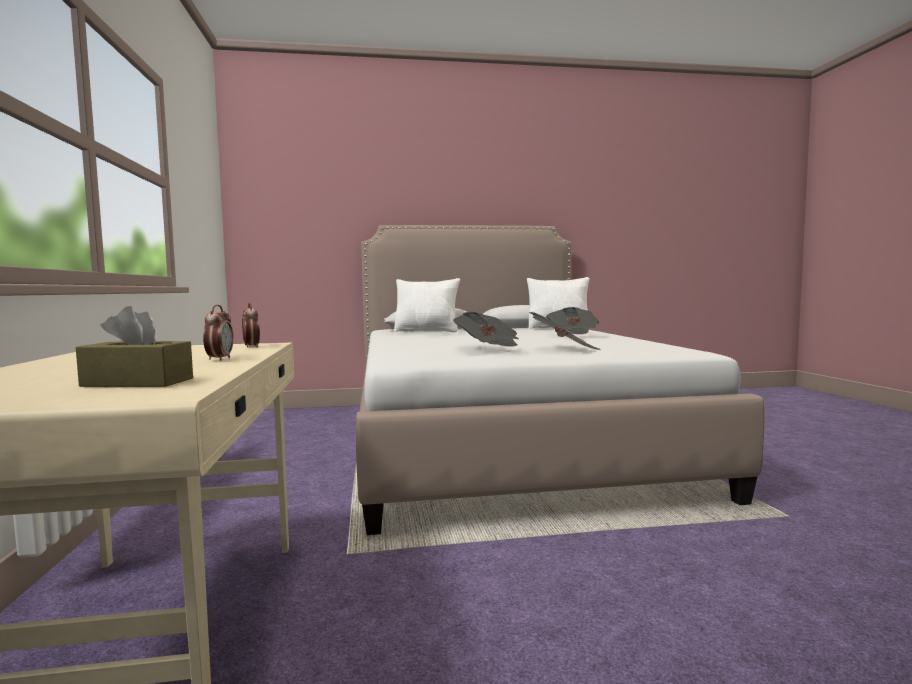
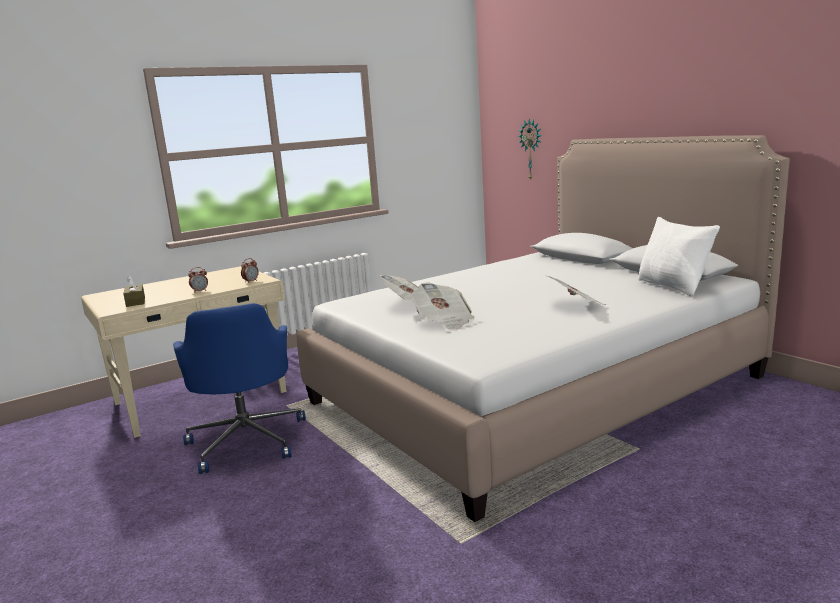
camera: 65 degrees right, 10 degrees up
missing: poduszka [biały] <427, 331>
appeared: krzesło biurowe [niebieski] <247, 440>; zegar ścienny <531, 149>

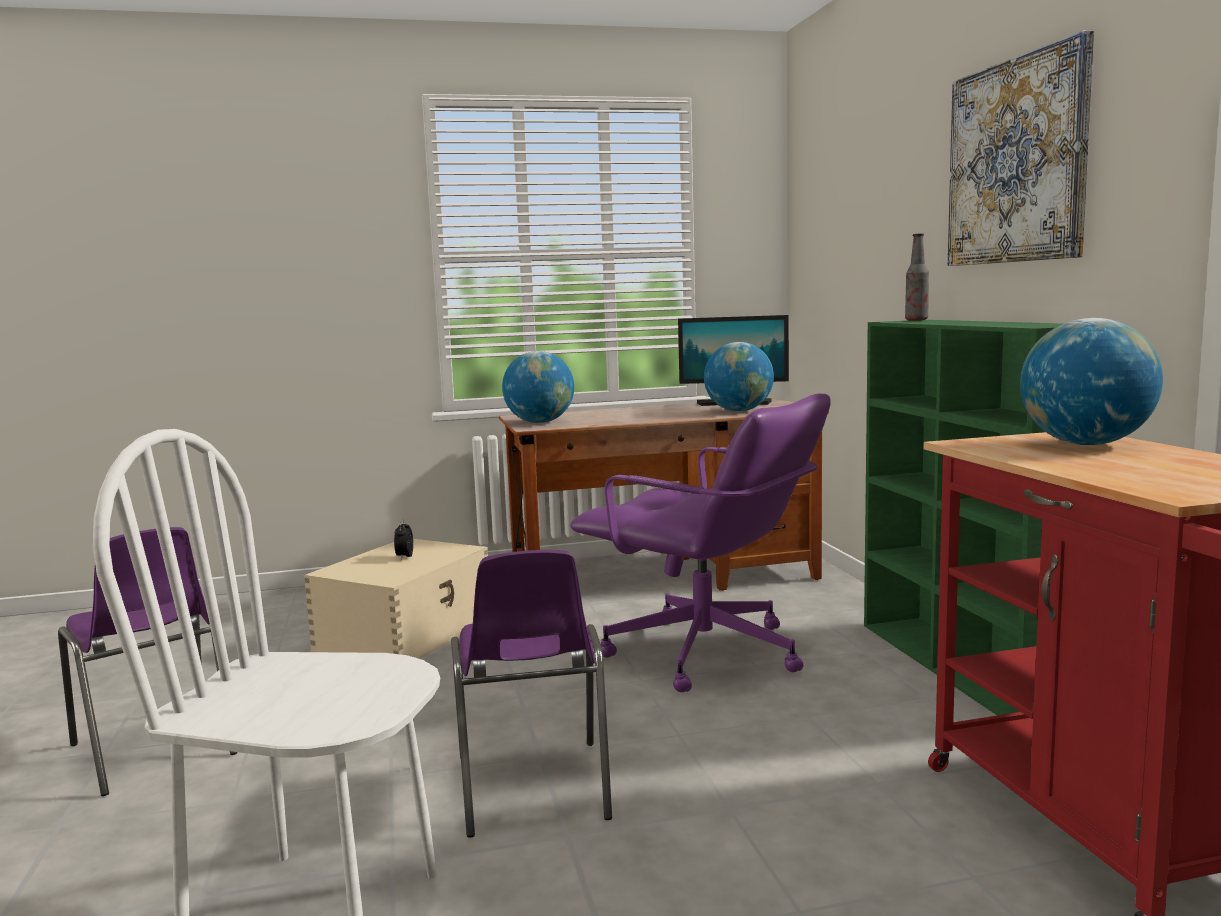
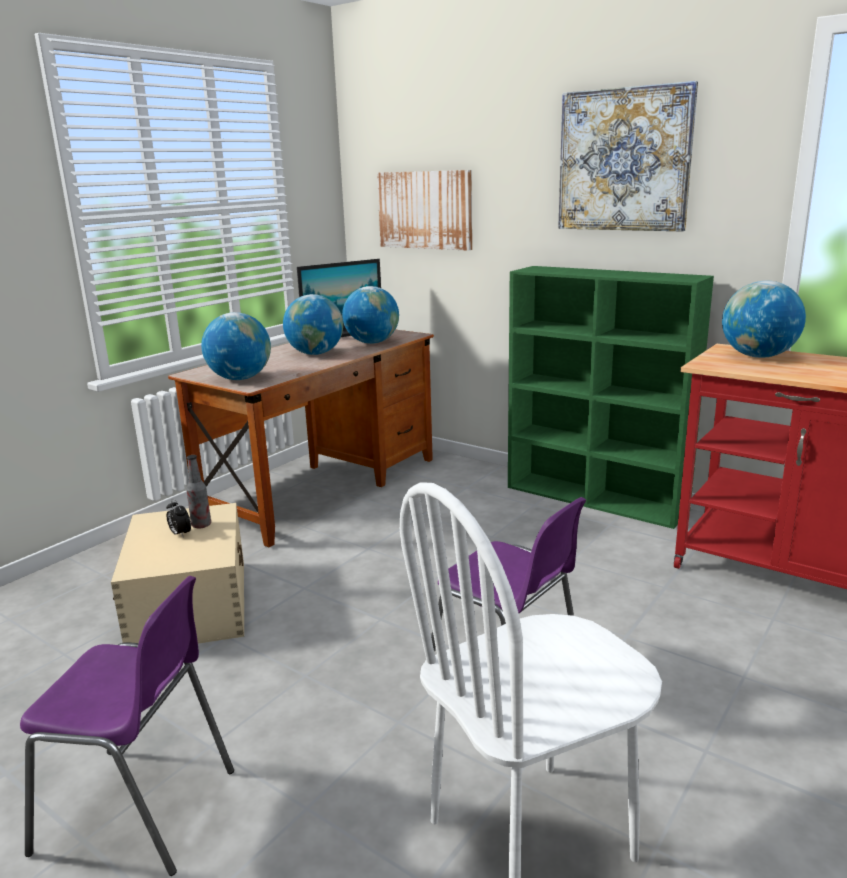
camera: 40 degrees left, 10 degrees up
missing: krzesło biurowe [fioletowy] <706, 654>
appeared: globus <315, 353>; obraz <425, 210>
relocated: butelka <916, 320> to <201, 525>

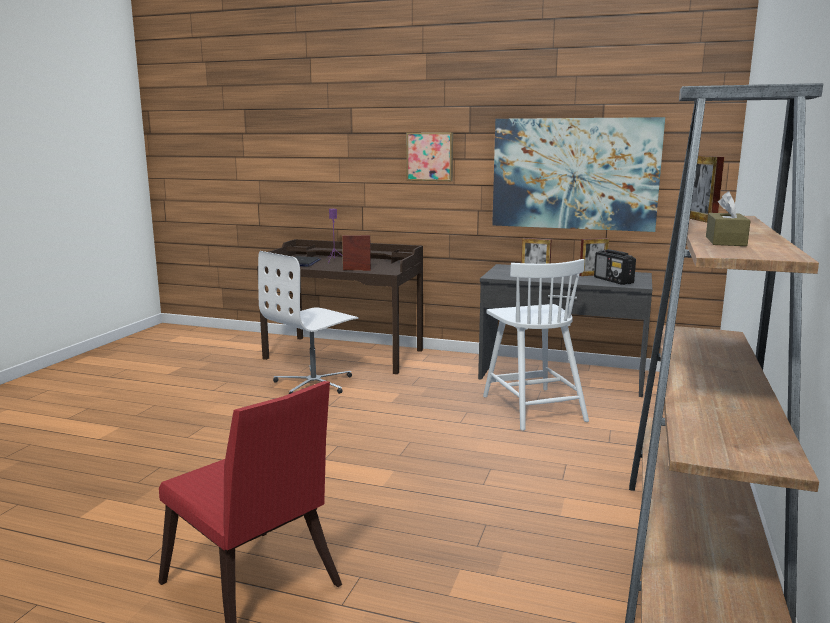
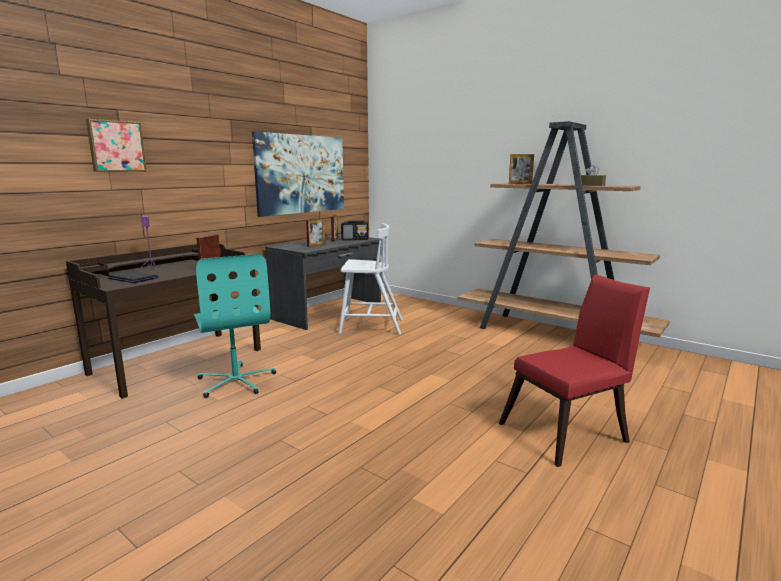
camera: 70 degrees left, 0 degrees up
relocated: obraz <430, 156> to <116, 146>
colour: krzesło biurowe [biały] <314, 383> to krzesło biurowe [turkusowy] <236, 381>

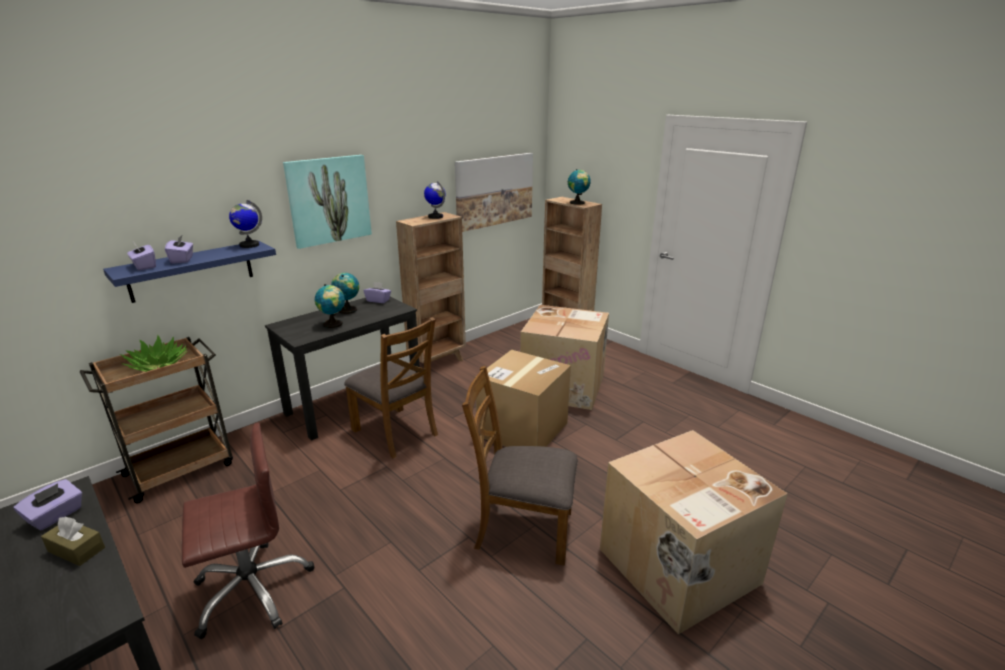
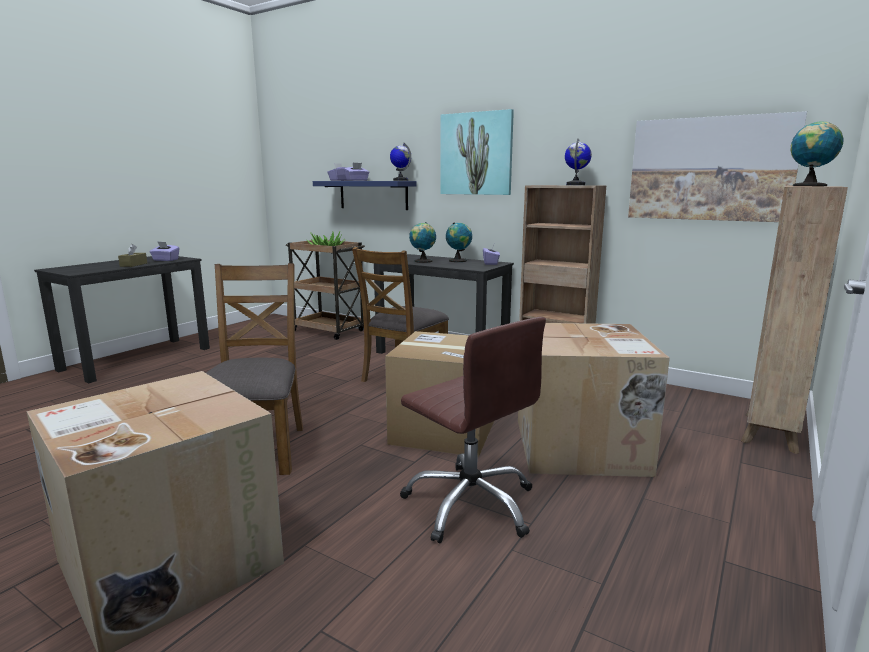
camera: 75 degrees right, 10 degrees down
relocated: krzesło biurowe [brązowy] <252, 589> to <471, 504>

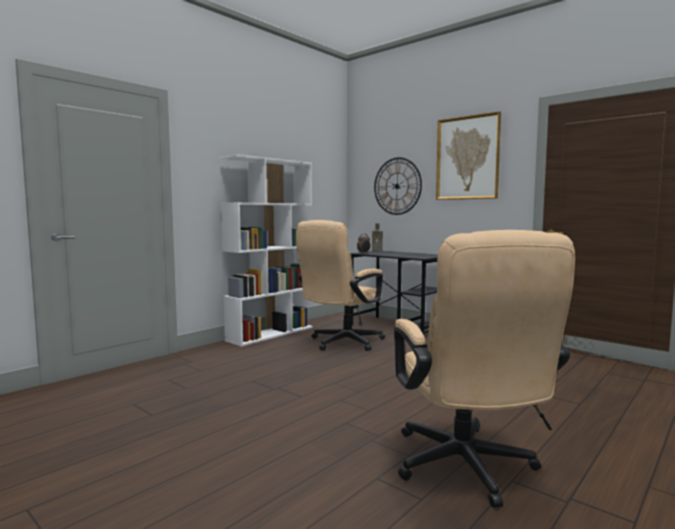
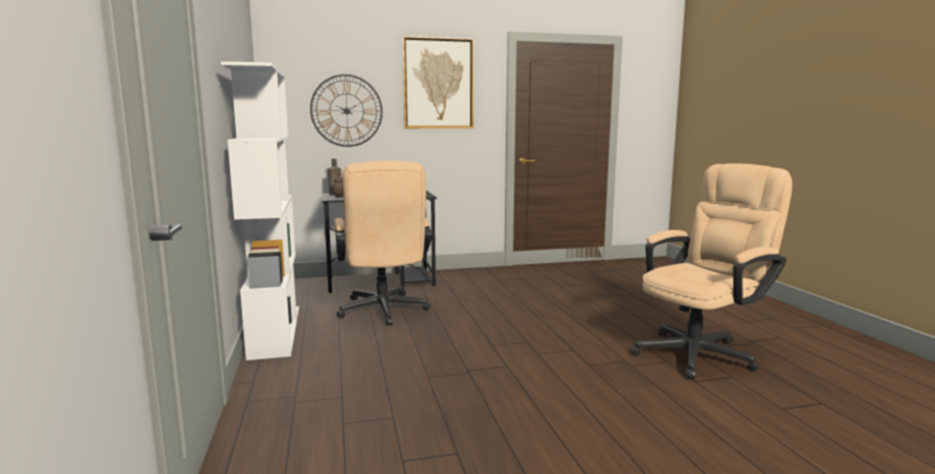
camera: 55 degrees left, 5 degrees up
spun: krzesło biurowe [beżowy] <467, 470> = <701, 352> 60 degrees counterclockwise

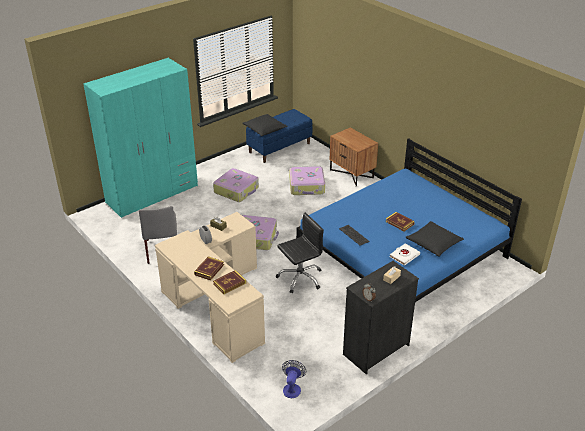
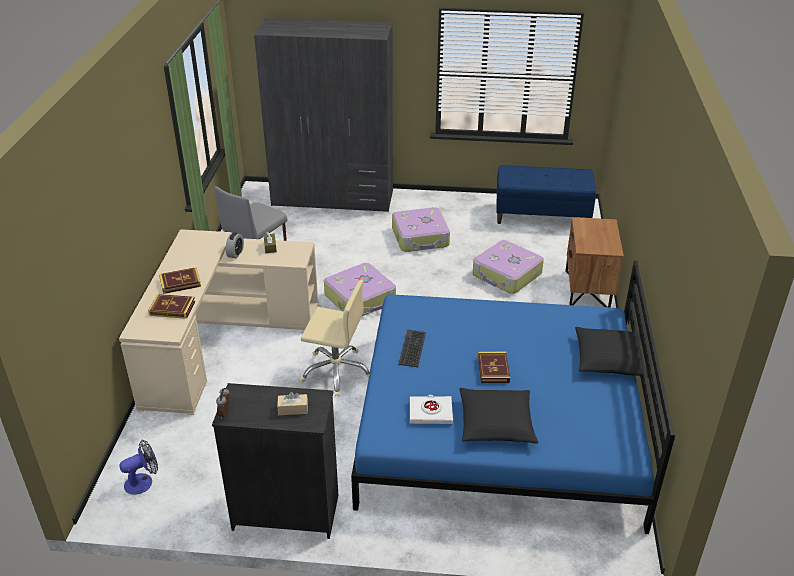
camera: 45 degrees right, 0 degrees up
relocated: poduszka [czarny] <264, 129> to <609, 359>
colour: szafa [turkusowy] <152, 194> to szafa [szary] <333, 198>; krzesło biurowe [czarny] <300, 278> to krzesło biurowe [beżowy] <336, 371>

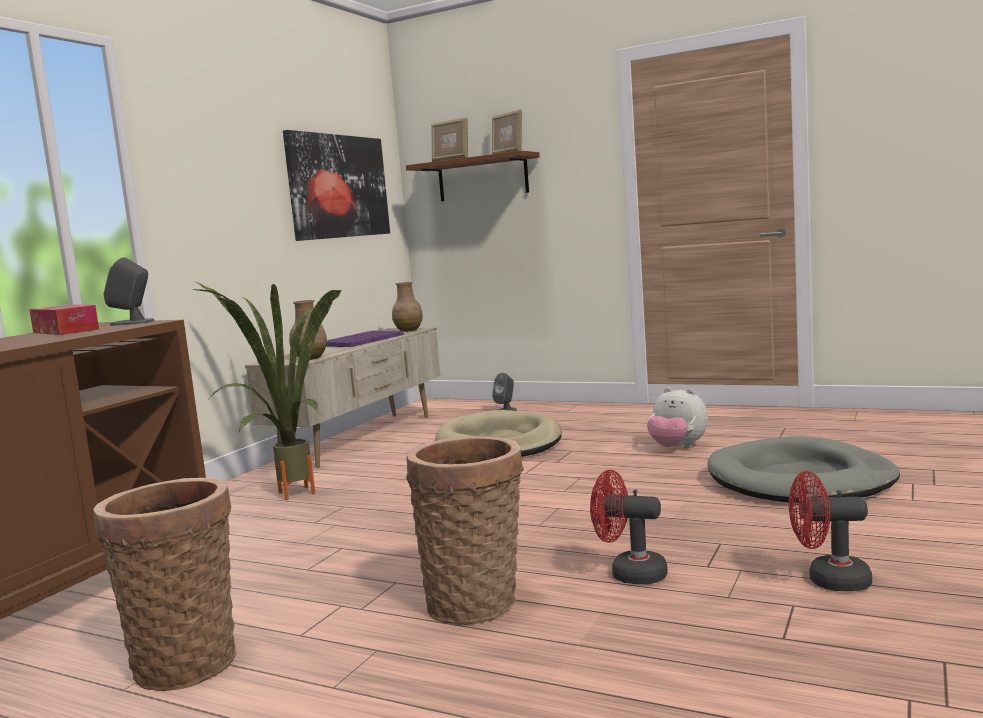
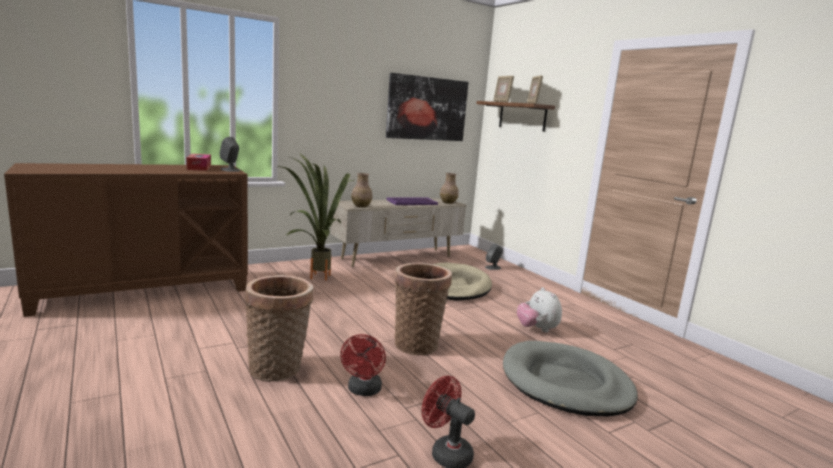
camera: 30 degrees right, 5 degrees up
relocated: koszyk <186, 660> to <417, 343>
spun: wentylator [czerwony] <629, 573> = <363, 391> 135 degrees counterclockwise

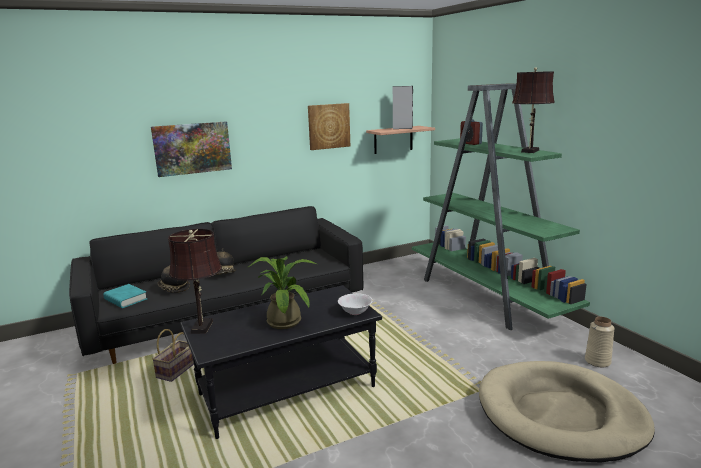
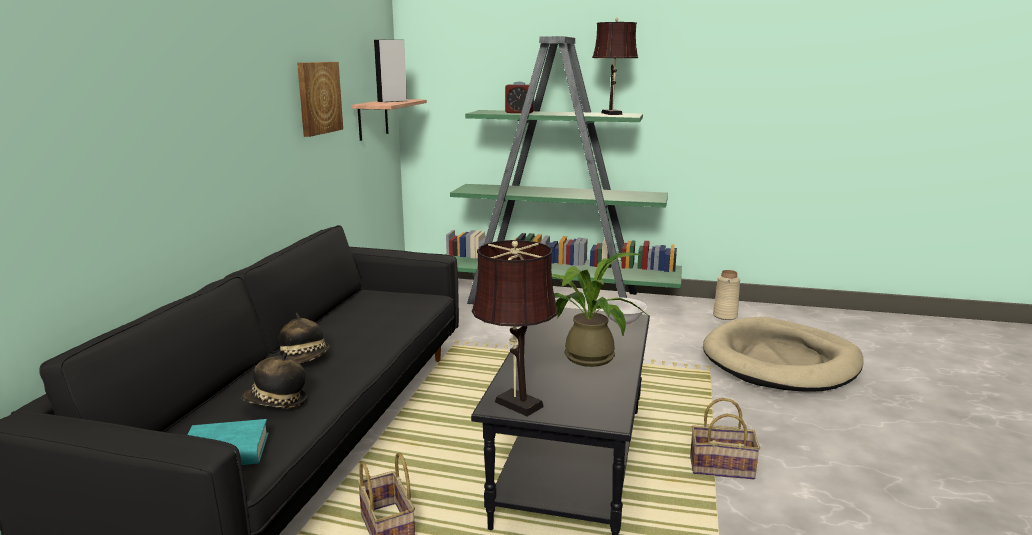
camera: 50 degrees left, 0 degrees up
missing: obraz <192, 148>
appeared: koszyk <723, 467>

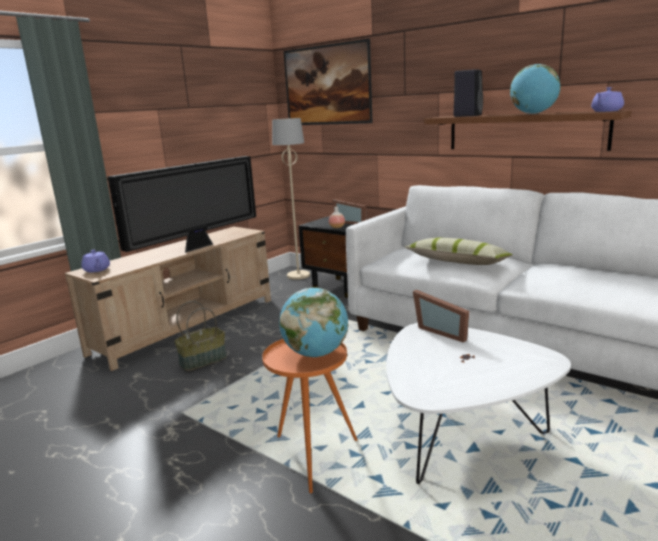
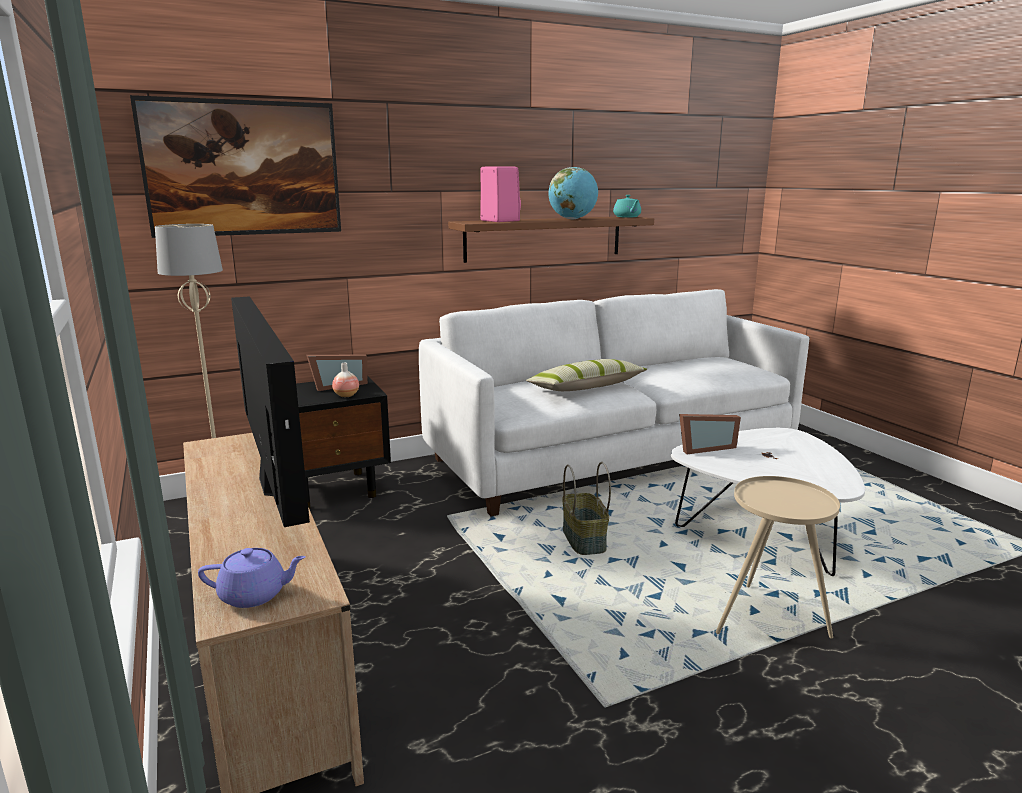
camera: 65 degrees left, 0 degrees up
missing: globus <316, 353>
relocated: koszyk <203, 360> to <583, 539>
colour: stolik [pomarańczowy] <312, 458> to stolik [beżowy] <769, 621>; głośnik [czarny] <467, 115> to głośnik [różowy] <498, 221>; imbryk [fioletowy] <606, 111> to imbryk [turkusowy] <627, 217>

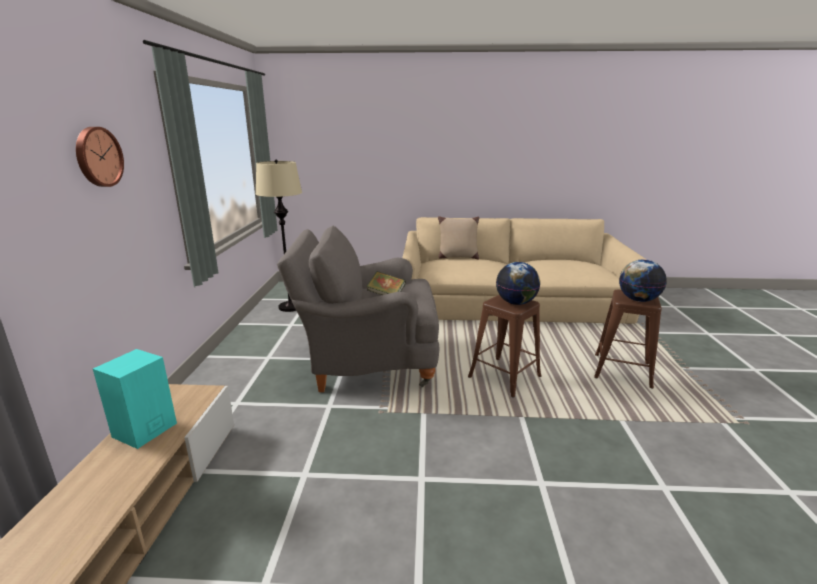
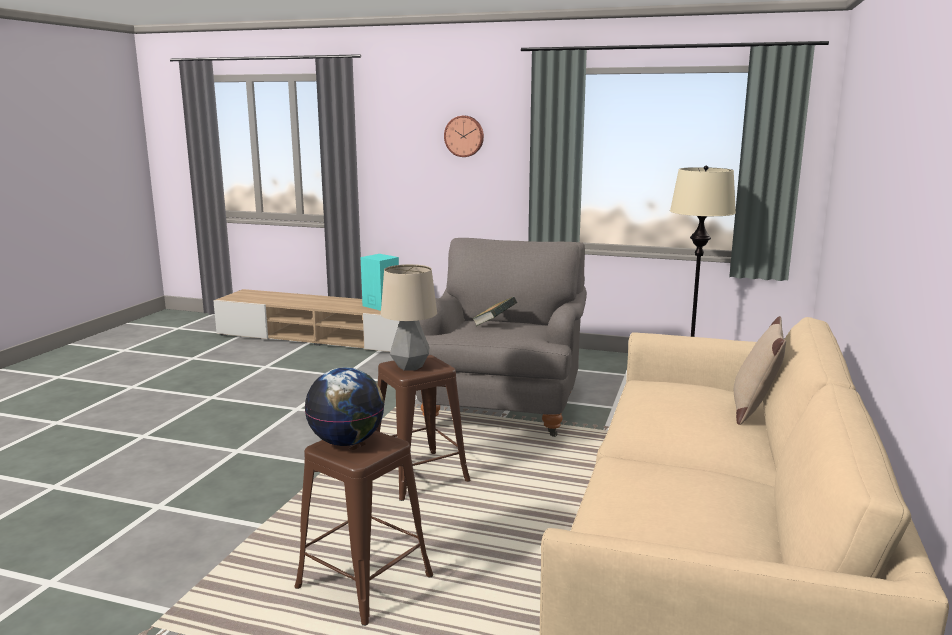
camera: 105 degrees right, 5 degrees down
exchanged: globus <516, 303> to lampa stołowa <410, 367>

